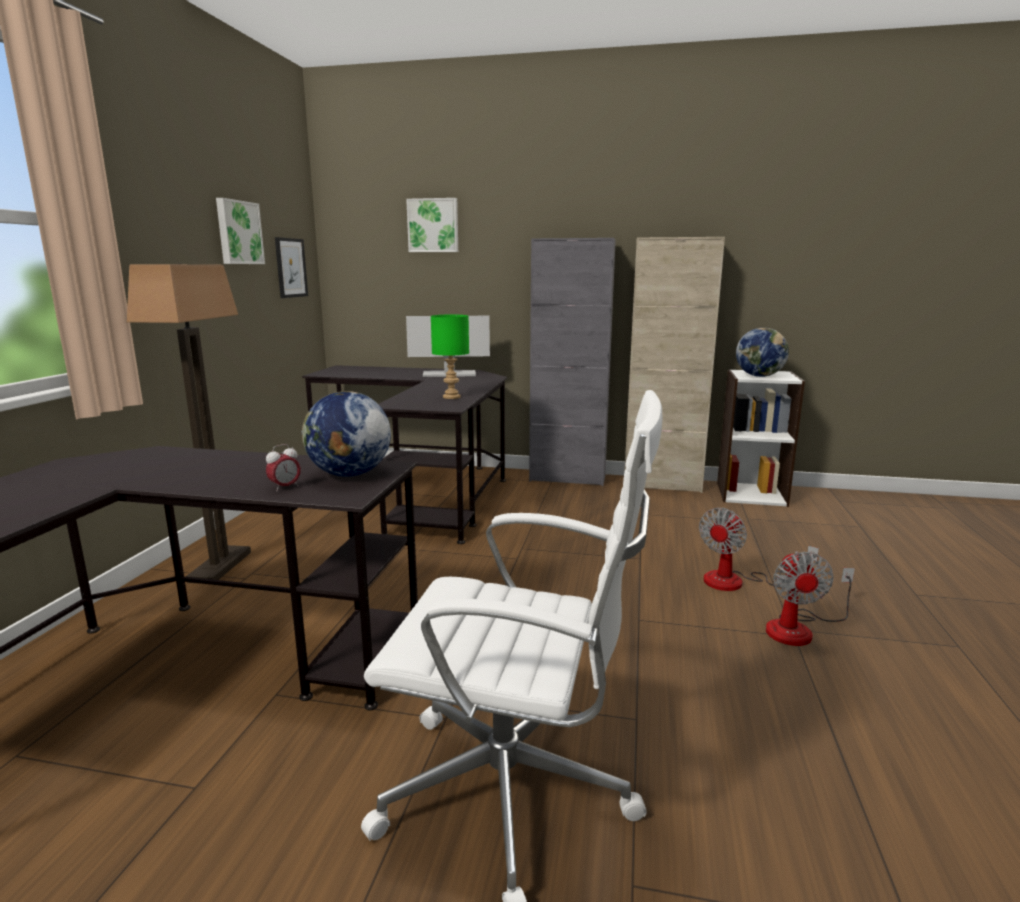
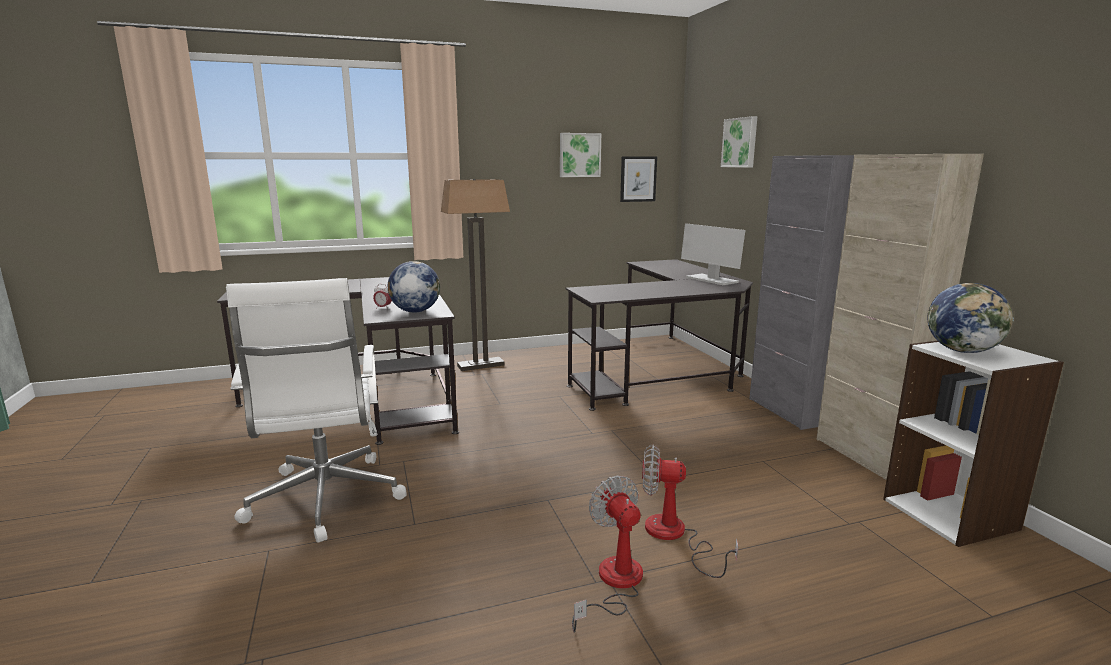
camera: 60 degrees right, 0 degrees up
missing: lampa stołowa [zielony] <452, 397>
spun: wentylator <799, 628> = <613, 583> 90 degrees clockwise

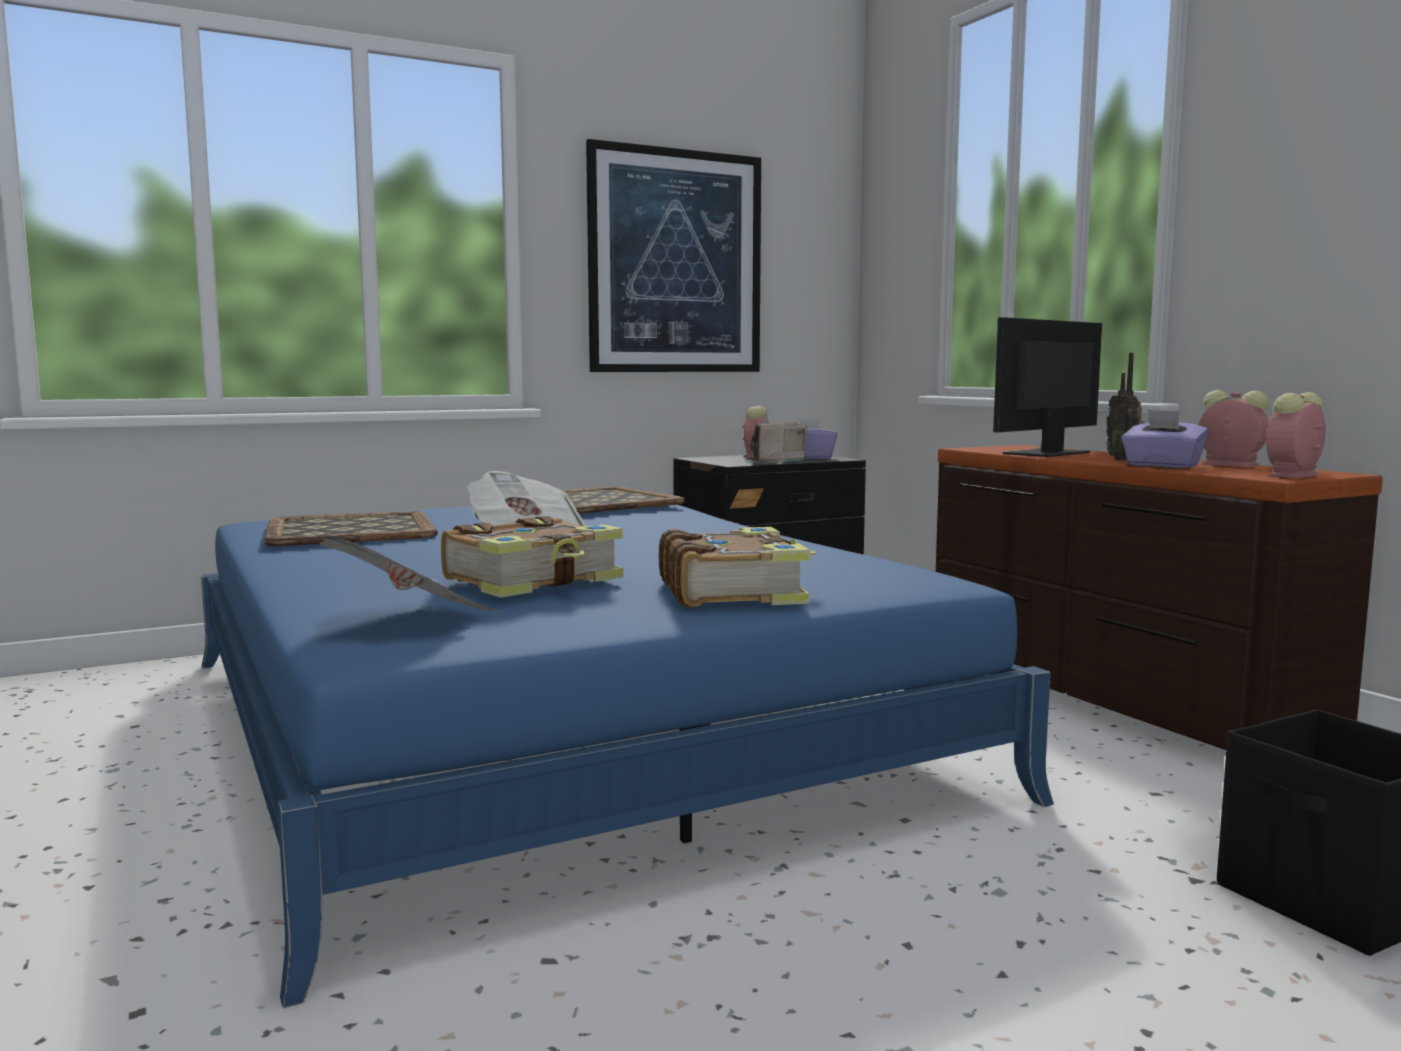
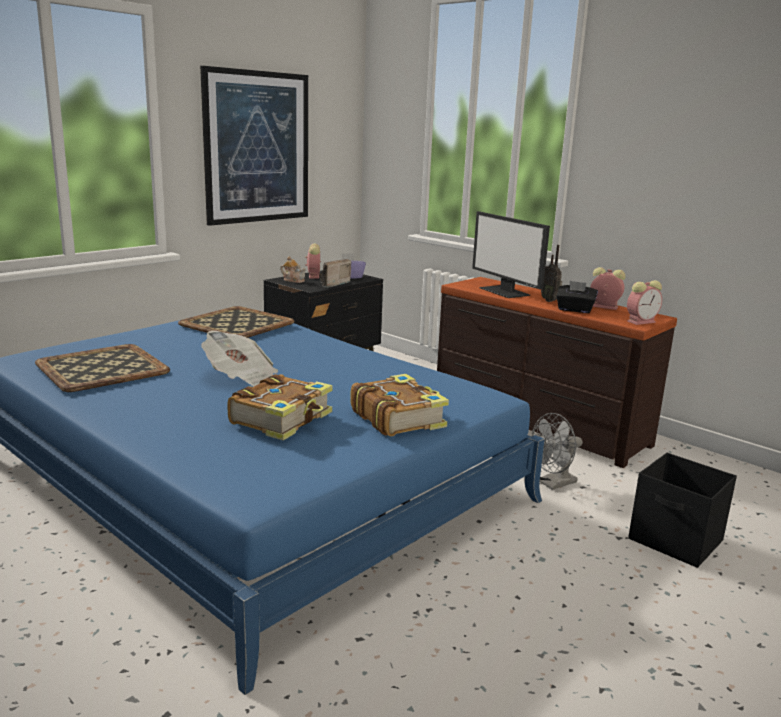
camera: 20 degrees left, 10 degrees up
missing: gazeta <412, 621>
appeared: imbryk <293, 280>; wentylator [szary] <553, 484>
colour: pudełko chusteczek [fioletowy] <1162, 466> to pudełko chusteczek [czarny] <575, 310>
spun: monitor <1047, 453> = <505, 292> 60 degrees counterclockwise; budzik <1293, 476> = <641, 321> 150 degrees counterclockwise

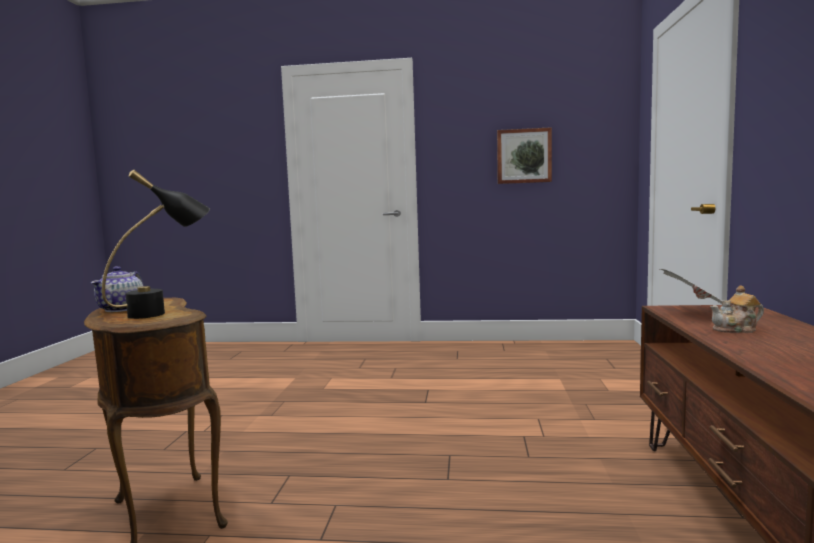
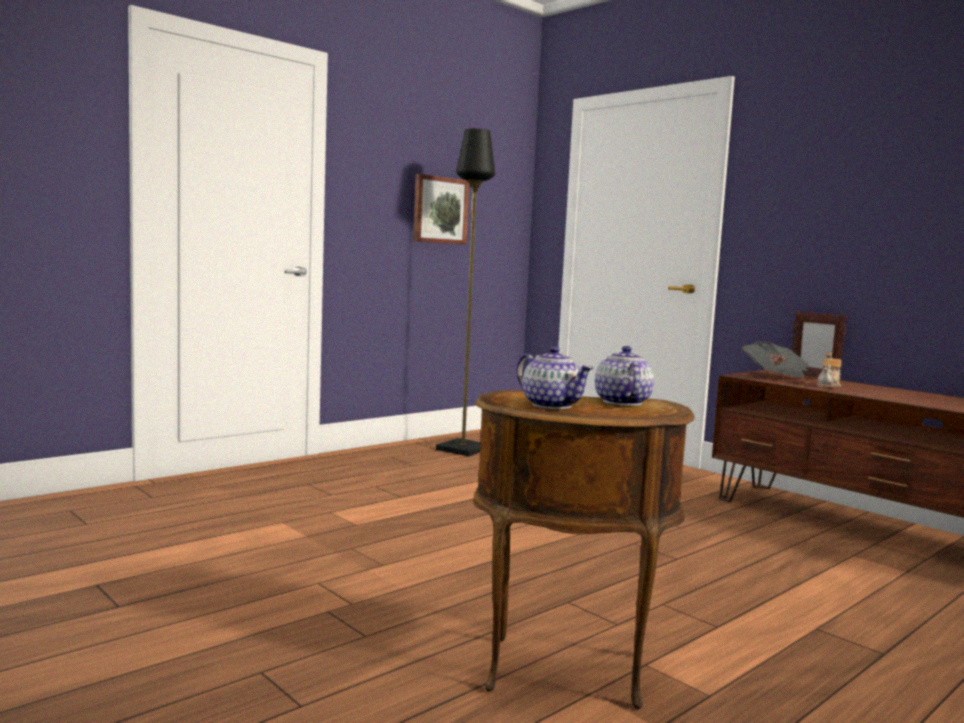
camera: 50 degrees left, 0 degrees up
appeared: lampa stojąca [czarny] <463, 449>; ramka na zdjęcie <813, 377>
exchanged: lampa stołowa [czarny] <164, 312> to imbryk <622, 402>

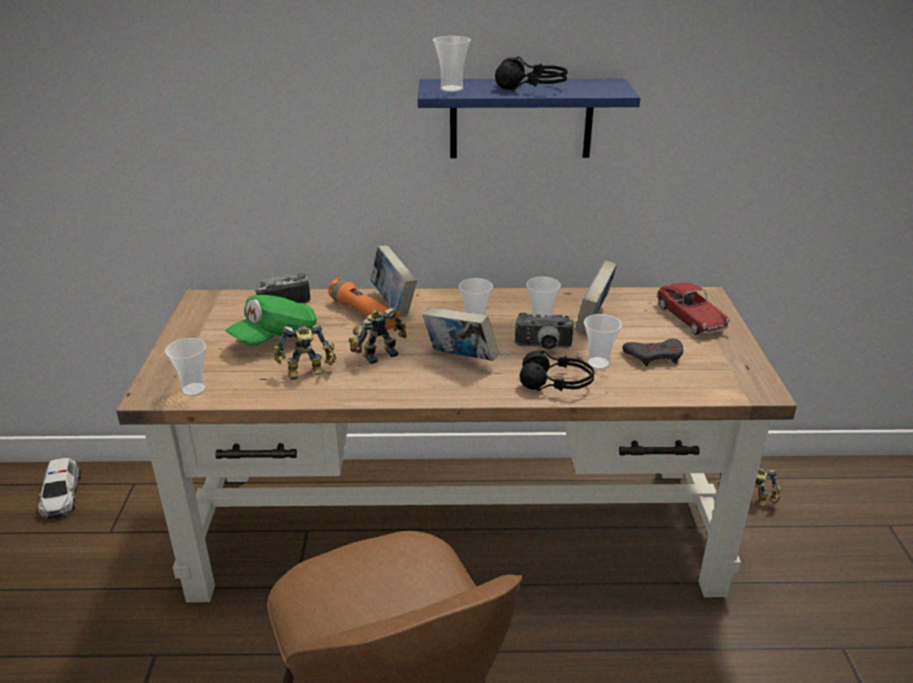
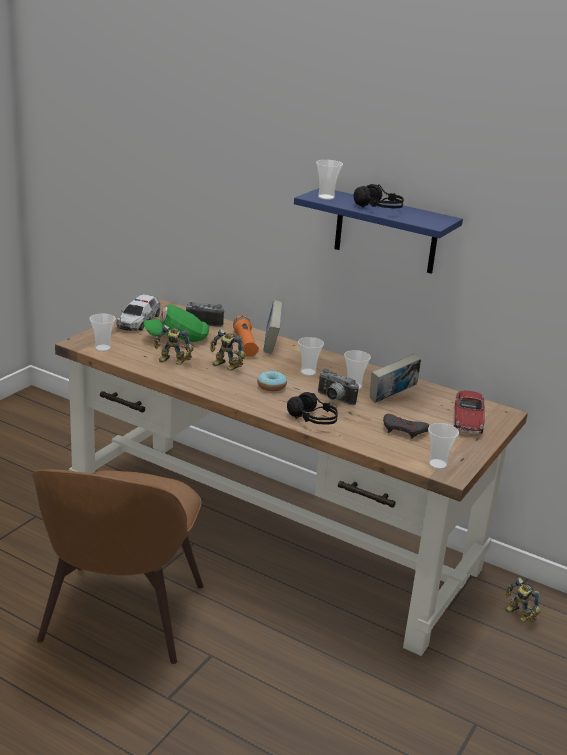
camera: 30 degrees right, 5 degrees down
relocated: samochodzik <61, 495> to <138, 321>; filiżanka <598, 363> to <437, 464>
exchanged: książka <460, 359> to donut <271, 386>
spun: robot zabawkowy <378, 354> = <225, 366> 150 degrees counterclockwise

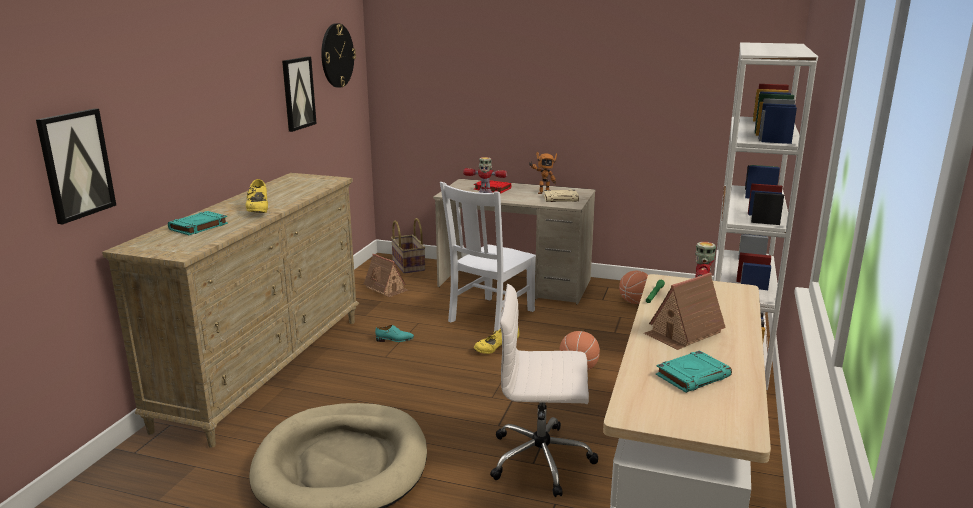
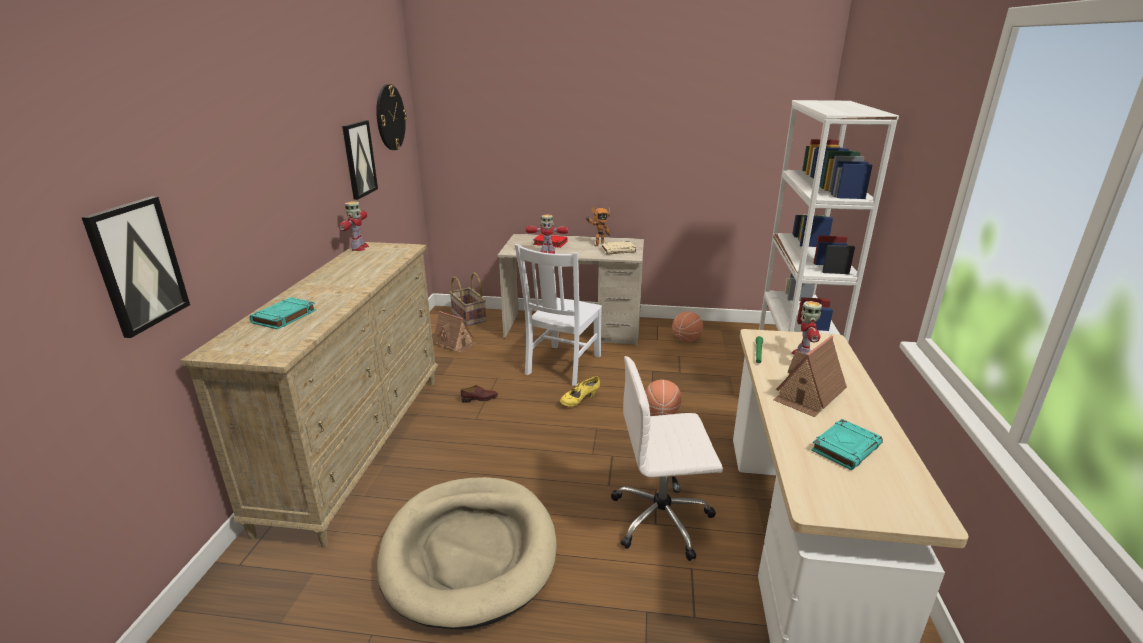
camera: 10 degrees left, 5 degrees up
missing: but [żółty] <258, 211>
appeared: robot zabawkowy <359, 248>
colour: but [turkusowy] <394, 339> to but [brązowy] <479, 399>

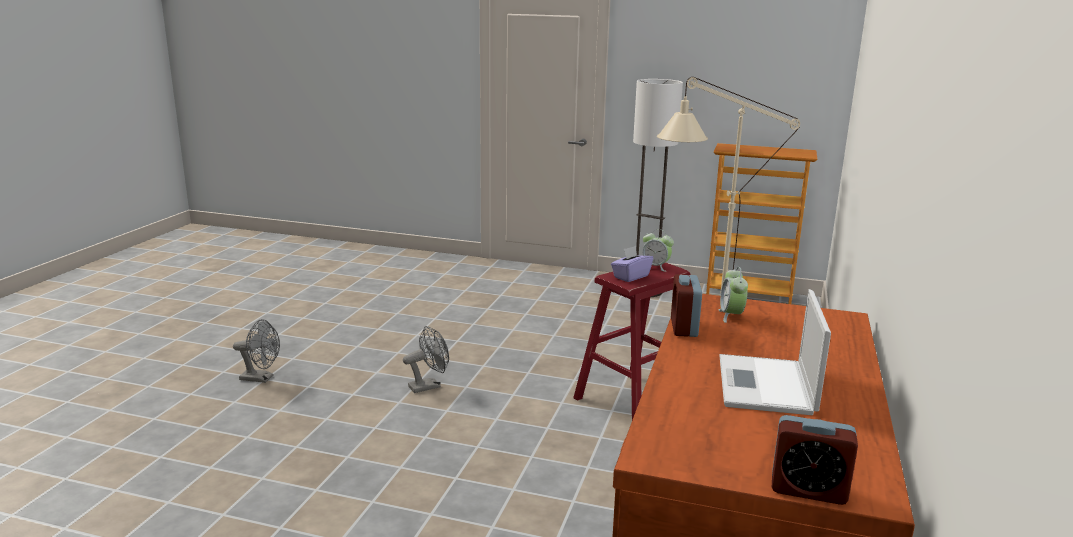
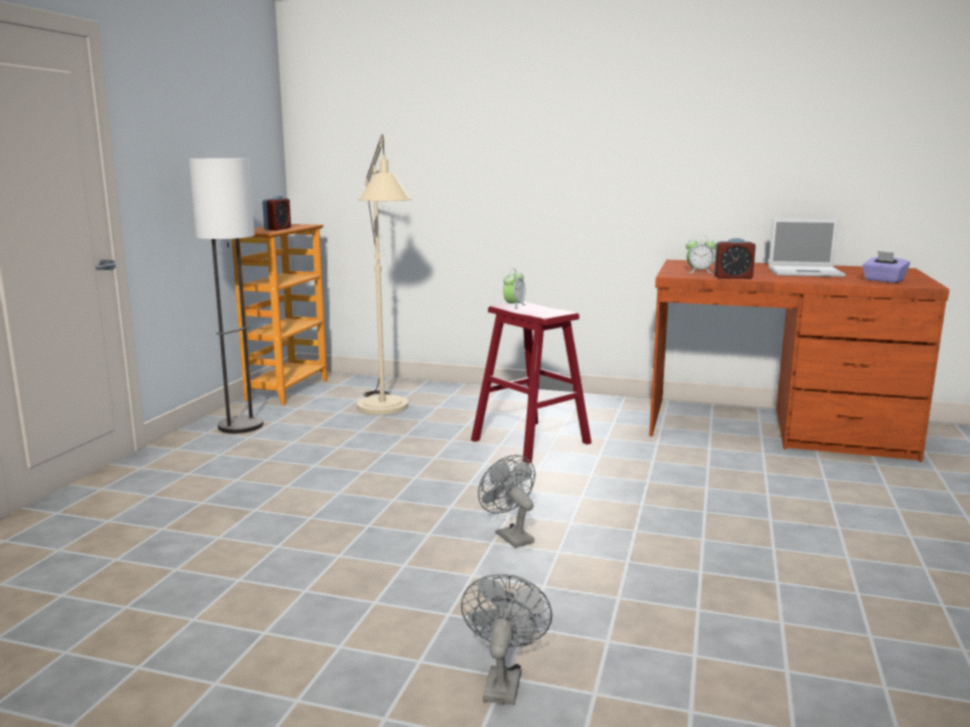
camera: 90 degrees left, 5 degrees down
relocated: pudełko chusteczek [fioletowy] <630, 276> to <883, 280>; budzik <808, 490> to <278, 229>

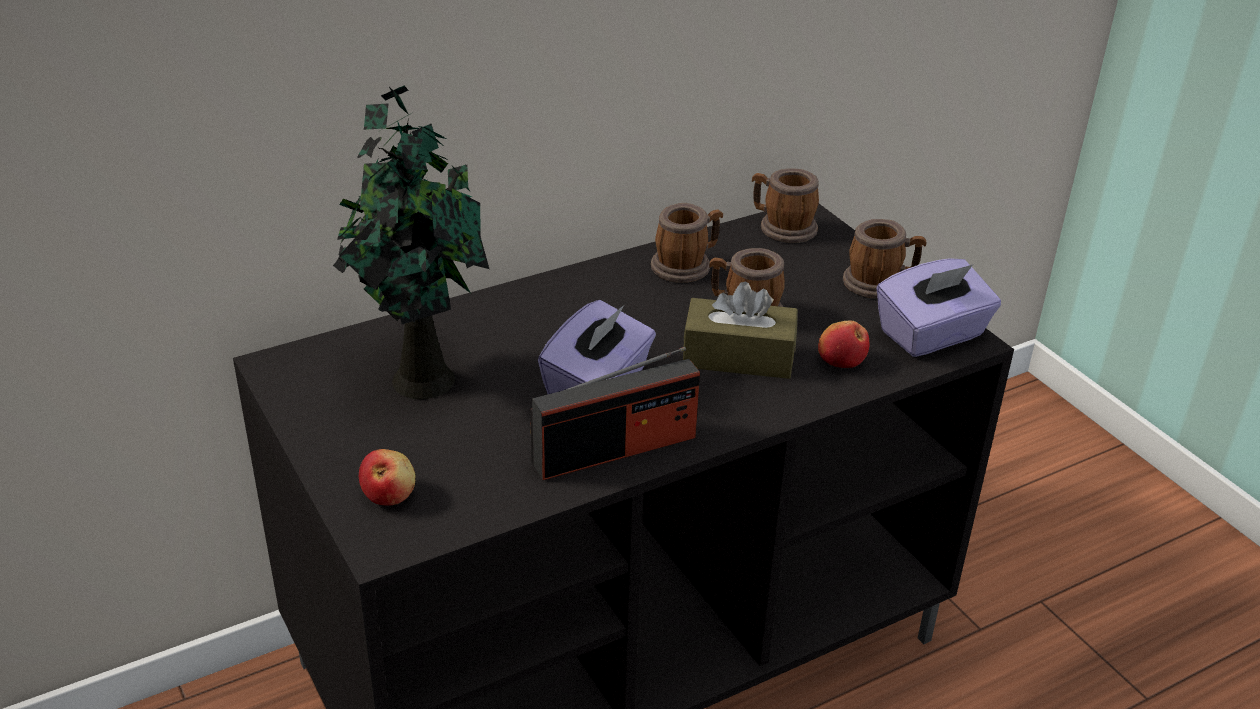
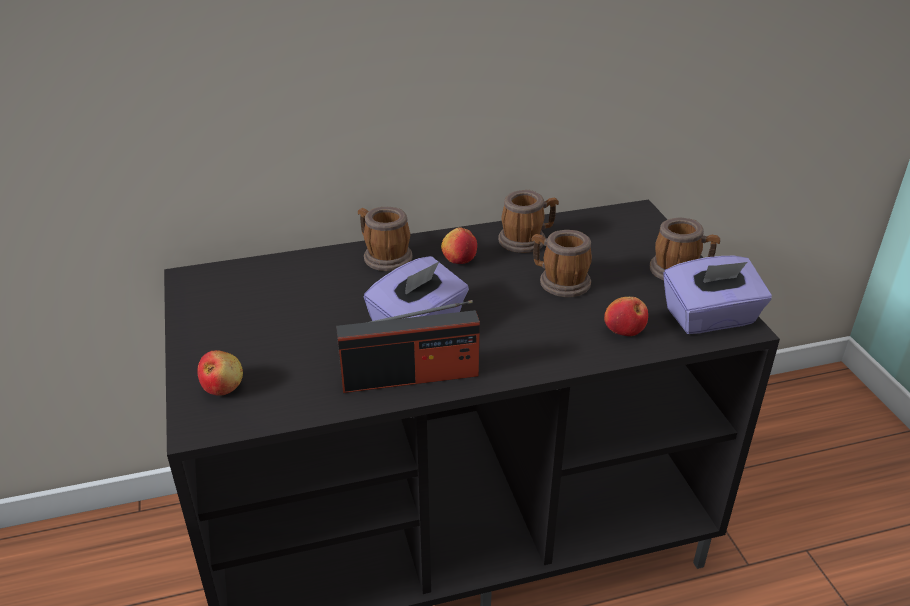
camera: 15 degrees right, 0 degrees up
missing: roślina doniczkowa <420, 377>; pudełko chusteczek [brązowy] <738, 357>
appeared: jabłko <459, 259>
relocated: kubek <782, 227> to <383, 256>

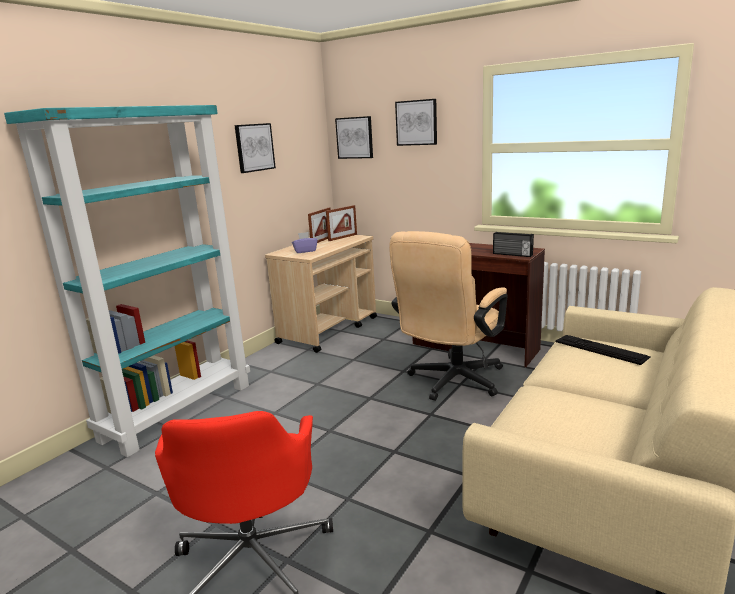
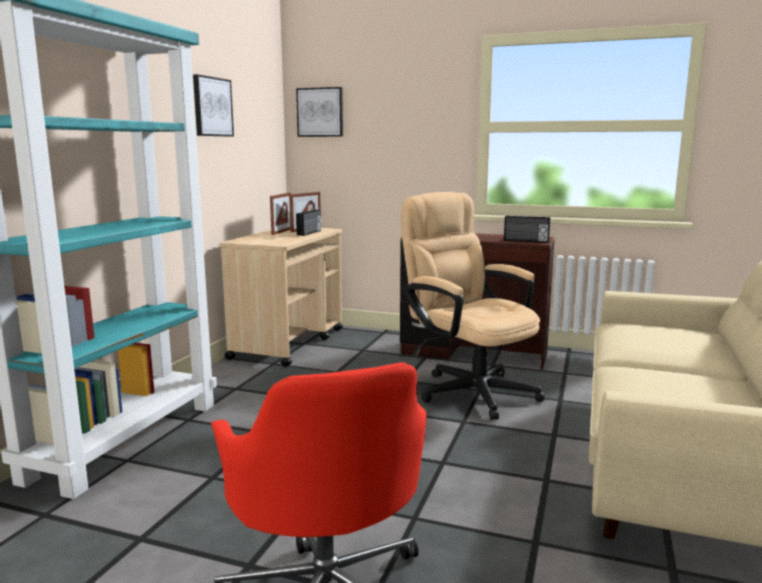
camera: 15 degrees left, 5 degrees down
missing: pudełko chusteczek [fioletowy] <305, 251>; obraz <416, 122>; klawiatura <601, 349>
appeared: radio <310, 233>
spun: krzesło biurowe [beżowy] <451, 383> = <468, 389> 120 degrees clockwise

